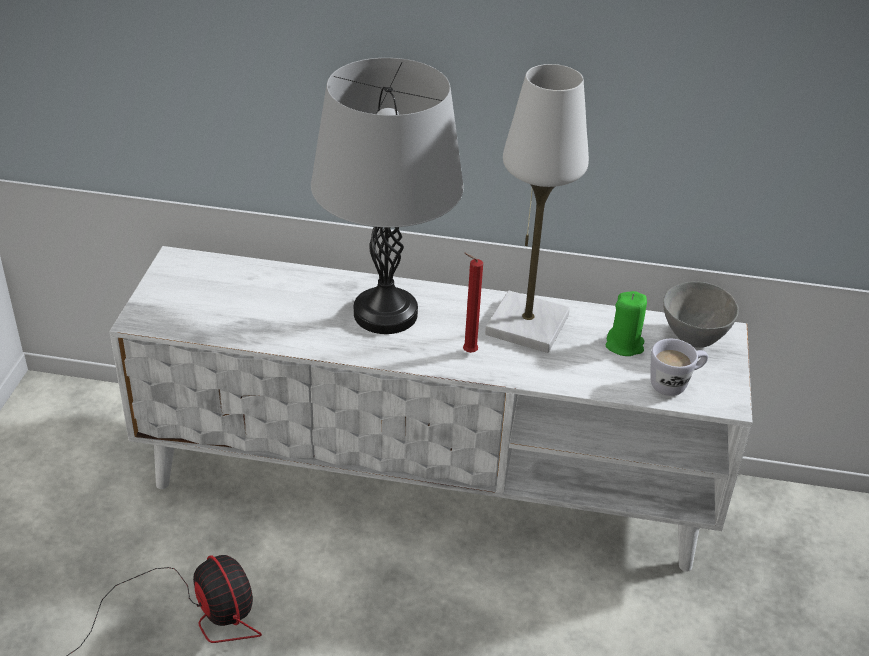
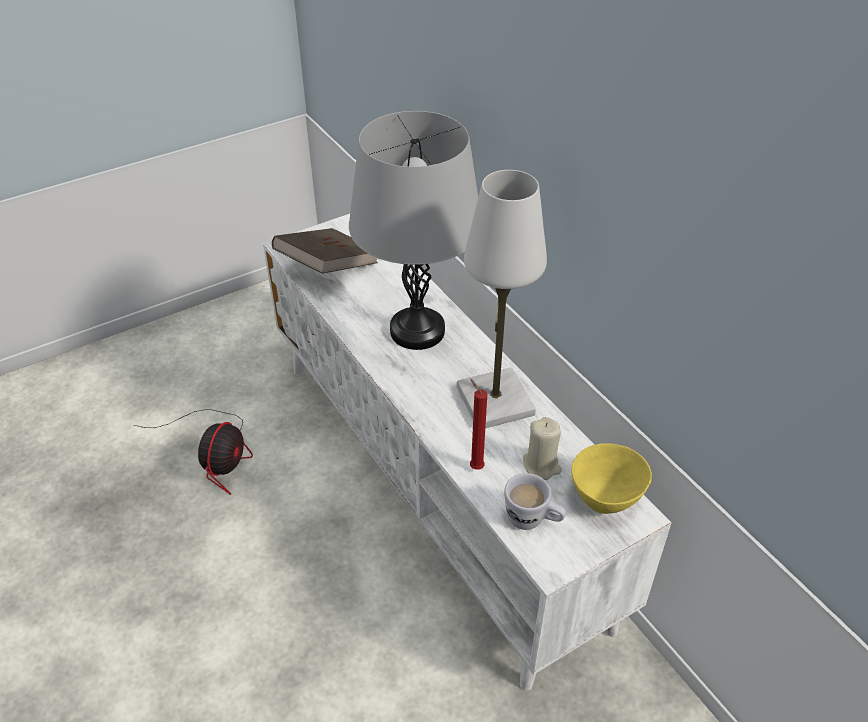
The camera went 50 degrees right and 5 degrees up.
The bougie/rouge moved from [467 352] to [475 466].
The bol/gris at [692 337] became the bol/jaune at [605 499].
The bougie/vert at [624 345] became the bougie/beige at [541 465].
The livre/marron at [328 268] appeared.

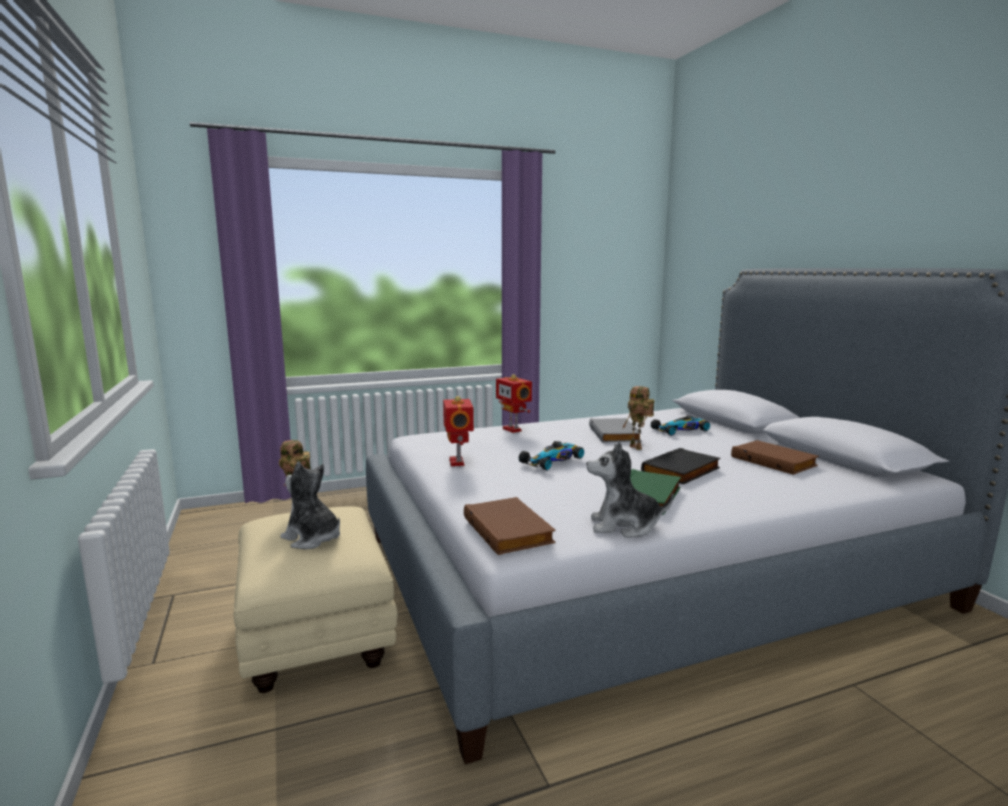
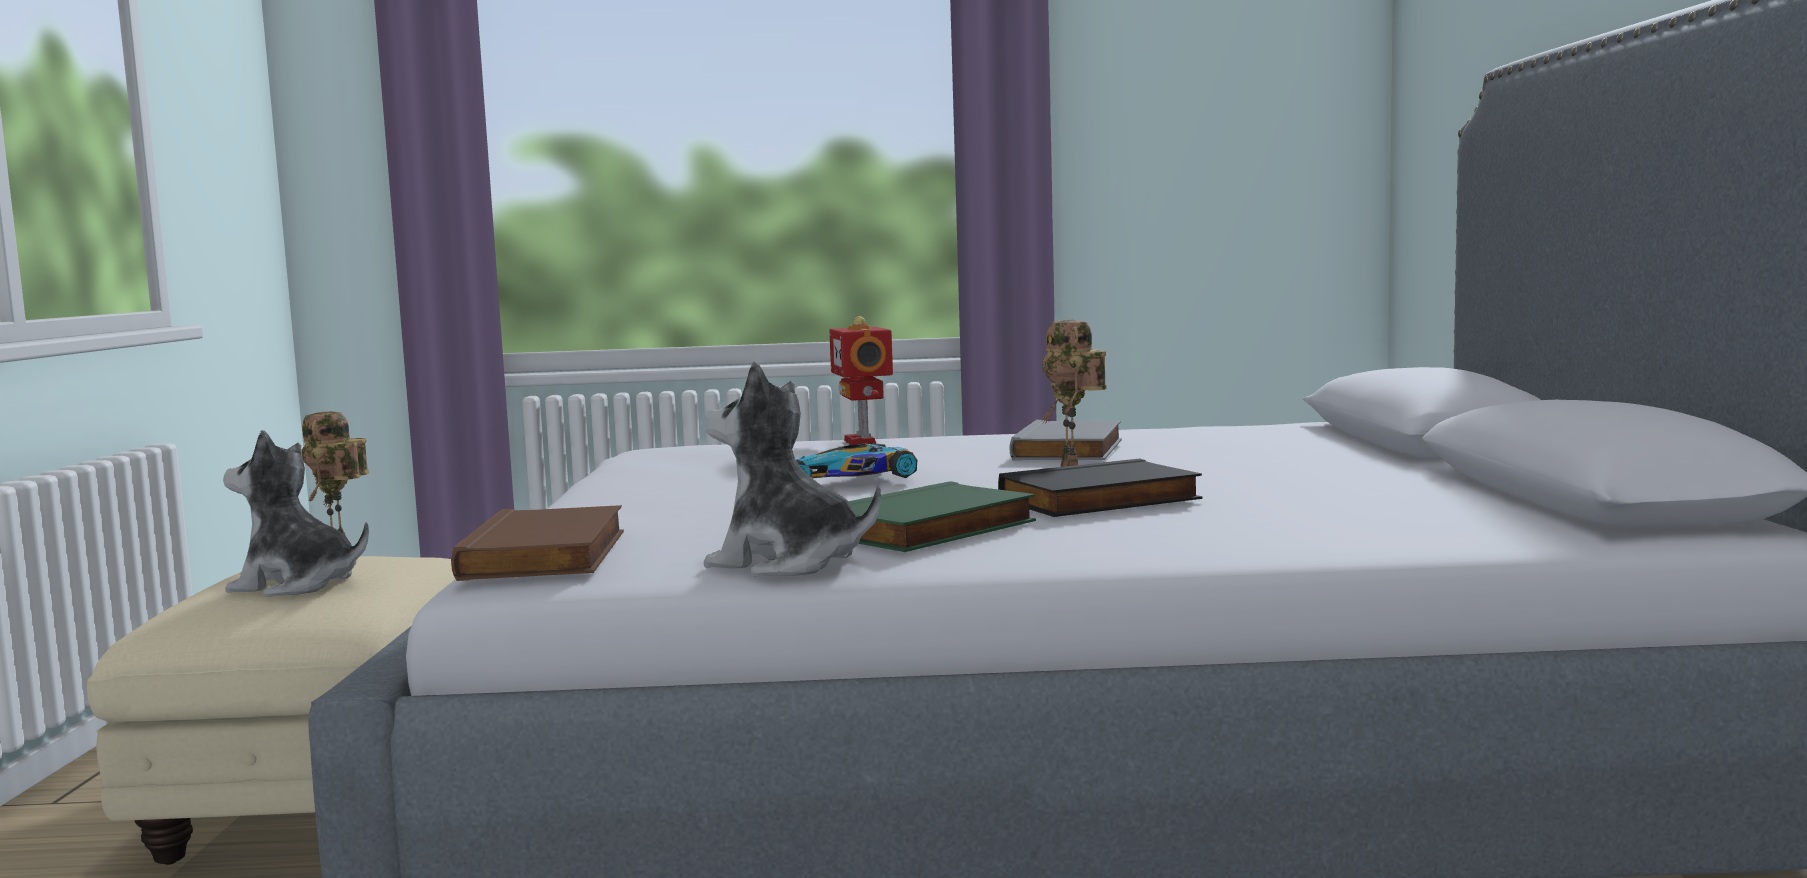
The camera went 20 degrees right and 5 degrees down.
The robot jouet at [458 462] disappeared.
The petite voiture at [681 430] disappeared.
The livre/marron at [774 461] disappeared.
The peluche at [312 539] turned 45 degrees counterclockwise.

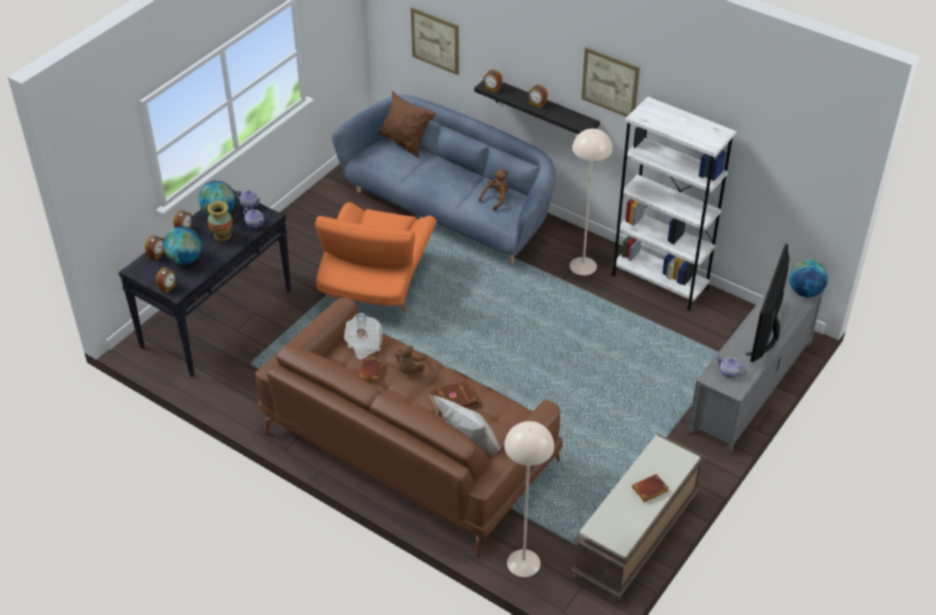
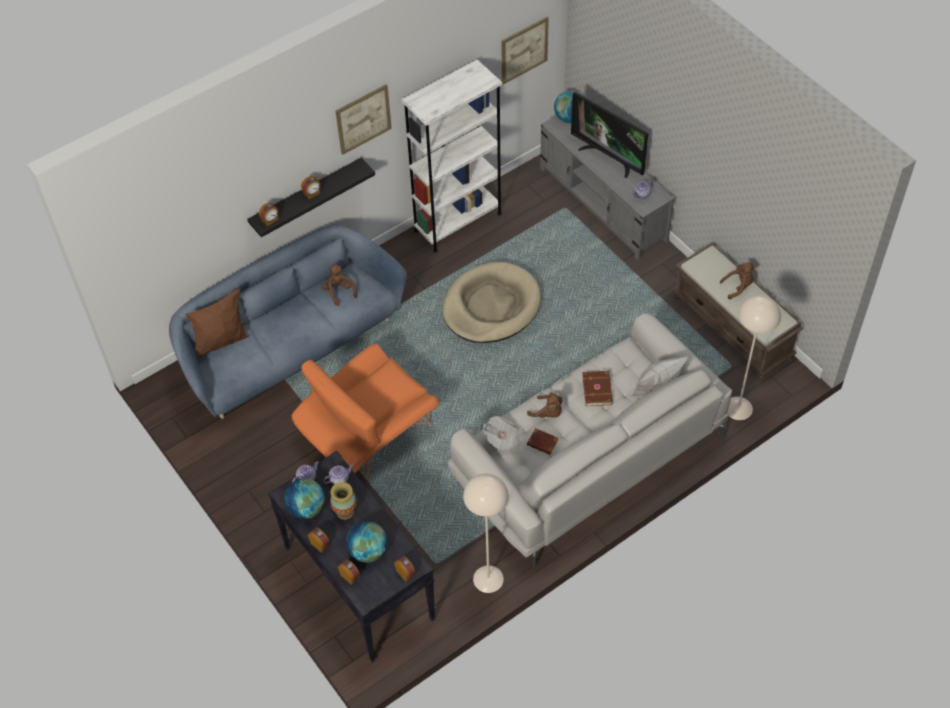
The camera went 70 degrees left and 10 degrees up.
The tableau moved from [435 41] to [524 50].
The lampadaire/beige moved from [582 266] to [488 579].
The fauteuil/orange at [377 283] turned 105 degrees clockwise.
The canapé/marron at [408 446] became the canapé/blanc at [587 457].
The livre/marron at [649 491] was replaced by the peluche/marron at [738 287].
The panier pour chien/beige at [491 306] appeared.

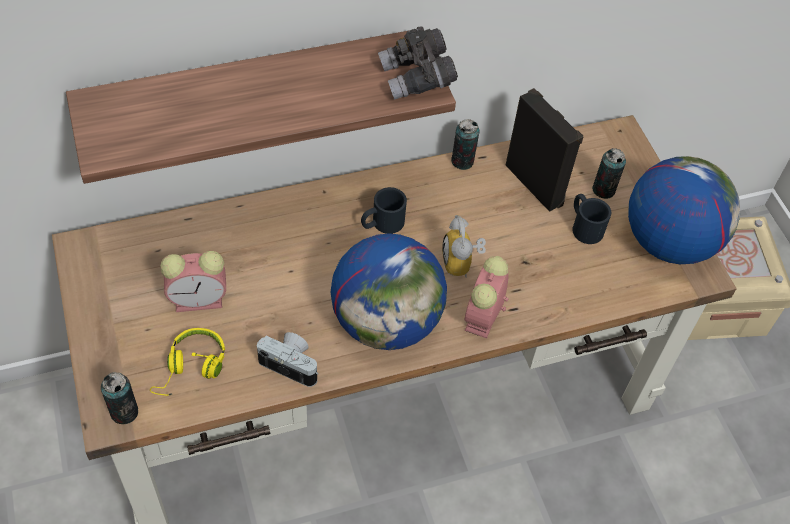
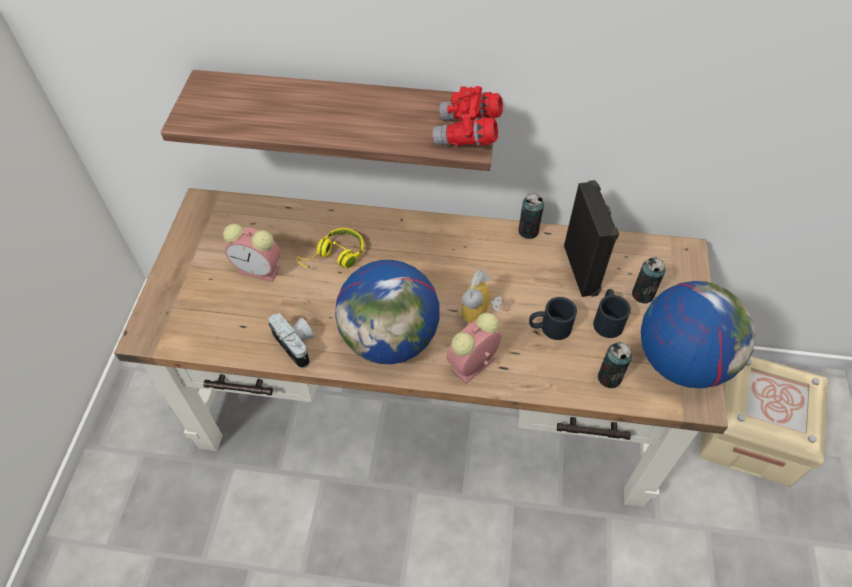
The camera went 30 degrees right and 0 degrees up.
The jumelles/gris at [417 79] became the jumelles/rouge at [468 134].
The mug/noir moved from [382 224] to [549 328].
The casque audio/jaune moved from [192 368] to [335 256].
The boîte métallique moved from [124 412] to [609 378].

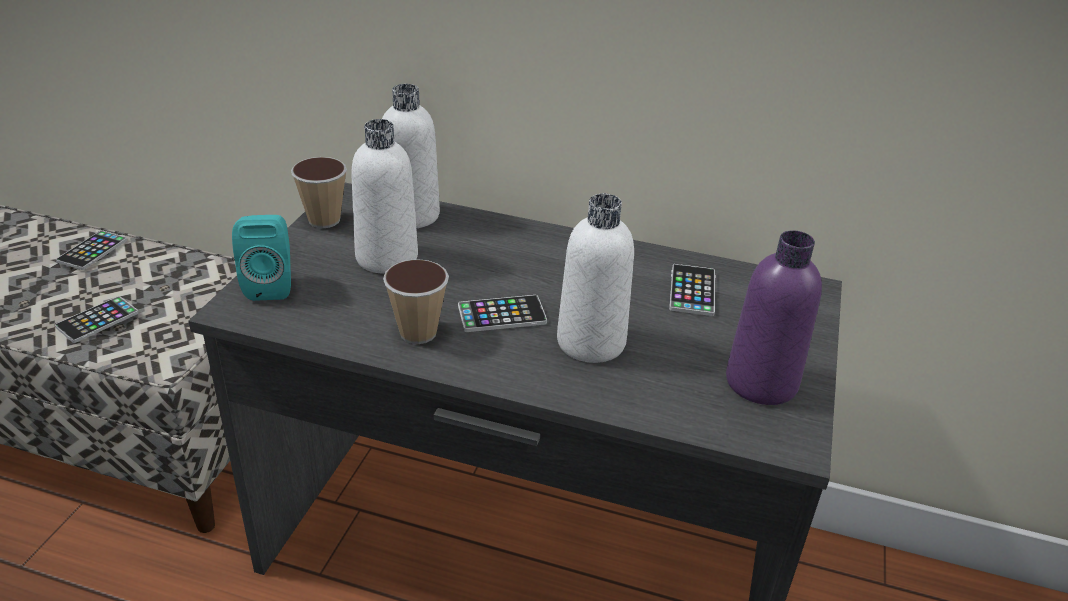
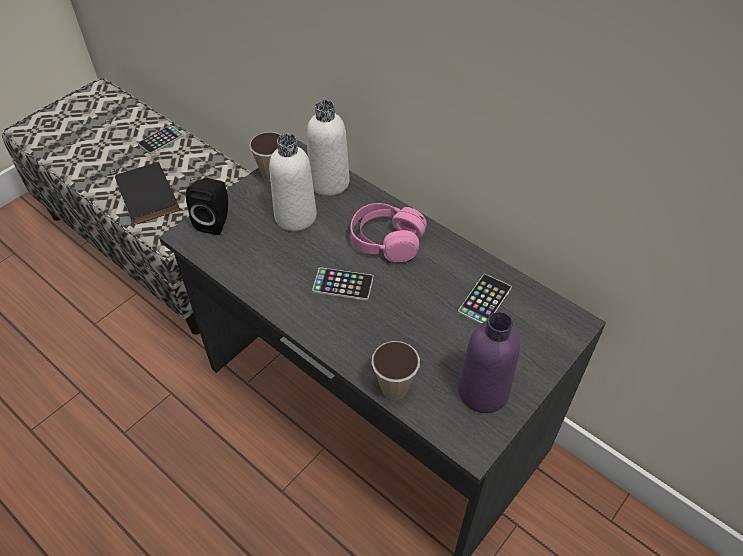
The camera went 25 degrees right and 15 degrees up.
The bouteille/blanc at [591 342] disappeared.
The enceinte/turquoise at [270 285] became the enceinte/noir at [215 221].
The tasse moved from [418 333] to [394 388].
The téléphone at [97 320] was replaced by the livre/noir at [145 196].
The casque audio/rose at [386 240] appeared.

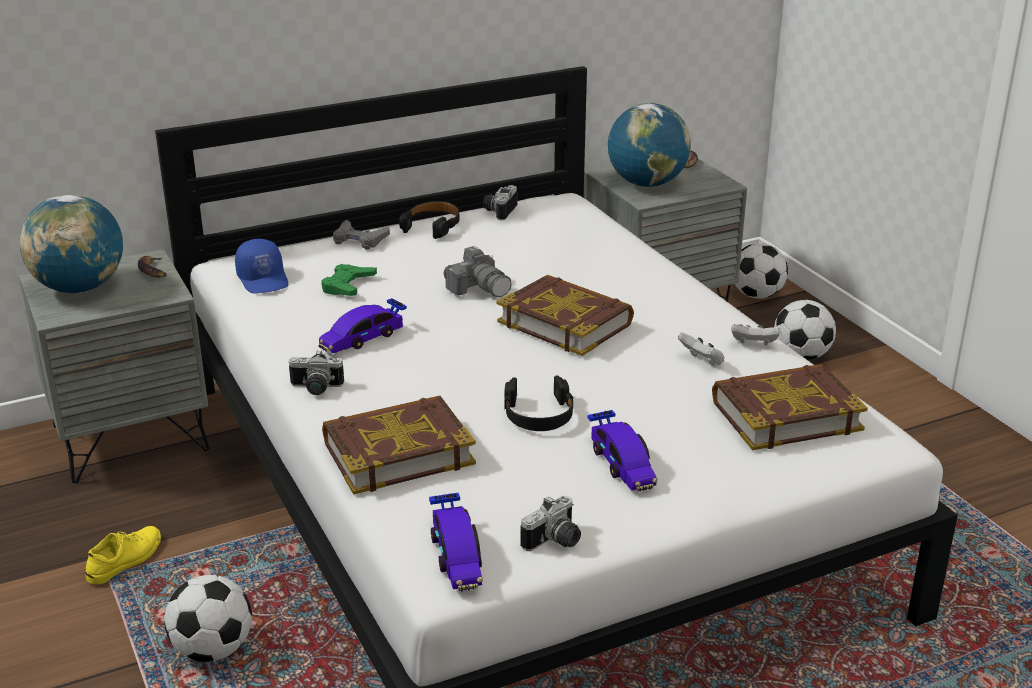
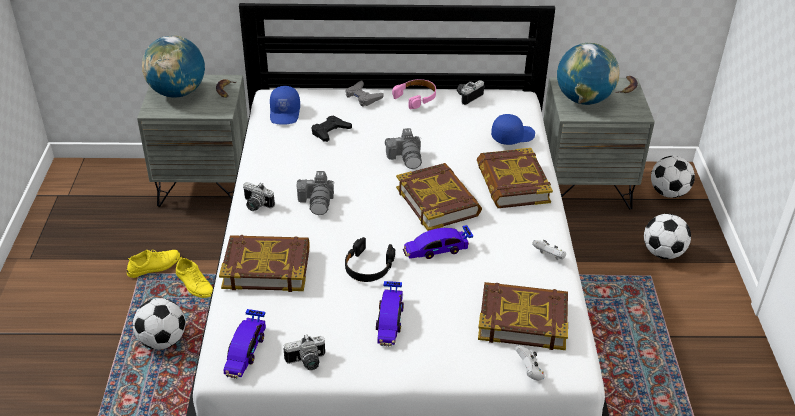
The camera went 25 degrees right and 10 degrees up.
The casque audio/noir at [432 226] became the casque audio/rose at [416 97].
The manette/vert at [348 285] became the manette/noir at [330 132].
The petite voiture moved from [363 338] to [437 249].
The manette/blanc moved from [702 361] to [529 371].
The casquette/bleu at [512 136] appeared.
The livre at [512 184] appeared.
The appareil photo at [317 201] appeared.
The chaussure/jaune at [194 284] appeared.

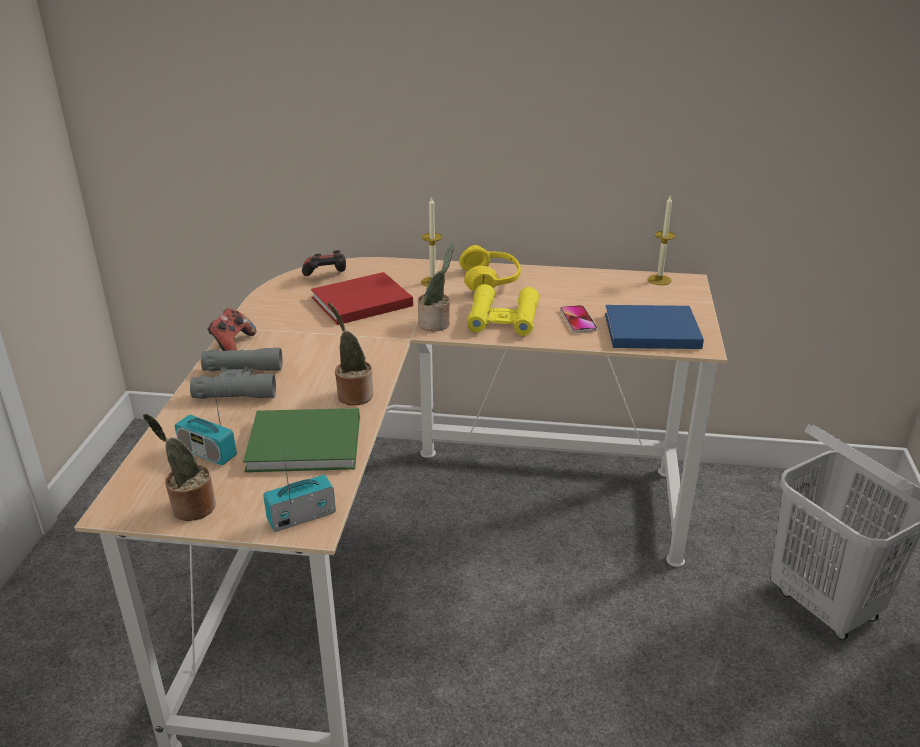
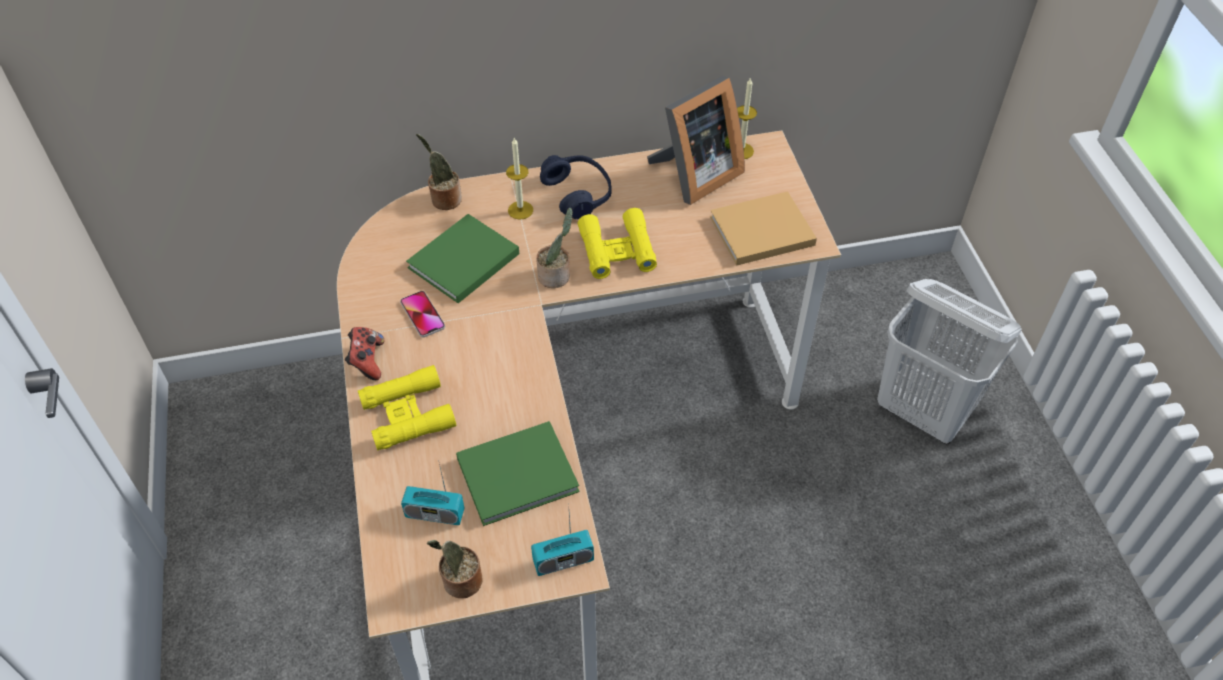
The camera went 20 degrees left and 20 degrees up.
The casque audio/jaune at [490 281] became the casque audio/bleu at [578 194].
The manette at [326 277] disappeared.
The livre/rouge at [359 302] became the livre/vert at [461 262].
The plante en pot moved from [353 395] to [444 199].
The téléphone moved from [578 320] to [422 315].
The livre/bleu at [648 330] became the livre/beige at [759 232].
The jumelles/gris at [239 383] became the jumelles/jaune at [408 414].
The radio at [301 516] turned 150 degrees counterclockwise.
The cadre photo at [694 175] appeared.

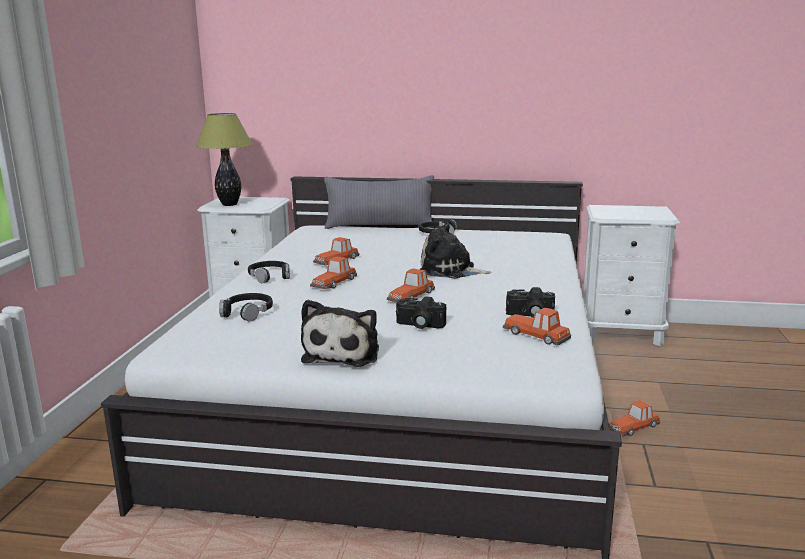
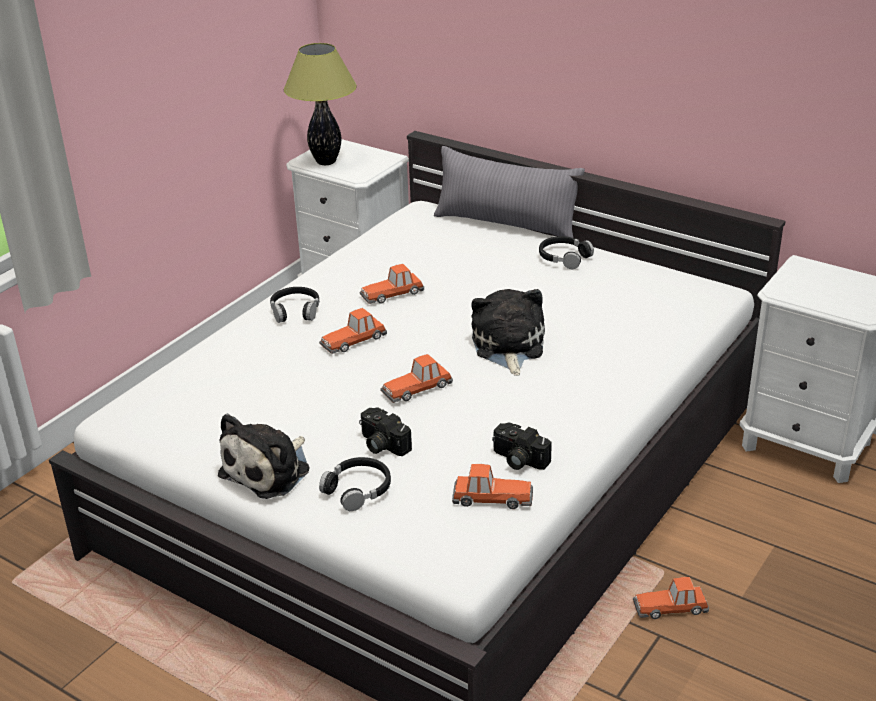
The camera went 25 degrees right and 15 degrees up.
The peluche at [450 270] turned 45 degrees clockwise.
The casque audio/noir moved from [247 312] to [358 489].
The petite voiture at [537 335] turned 120 degrees clockwise.

